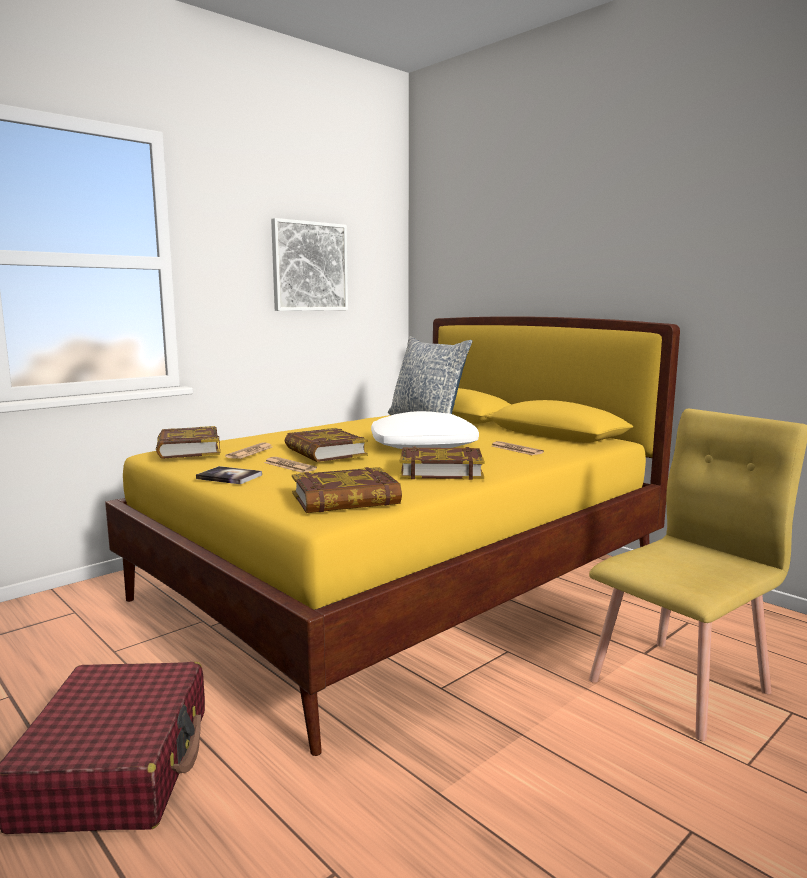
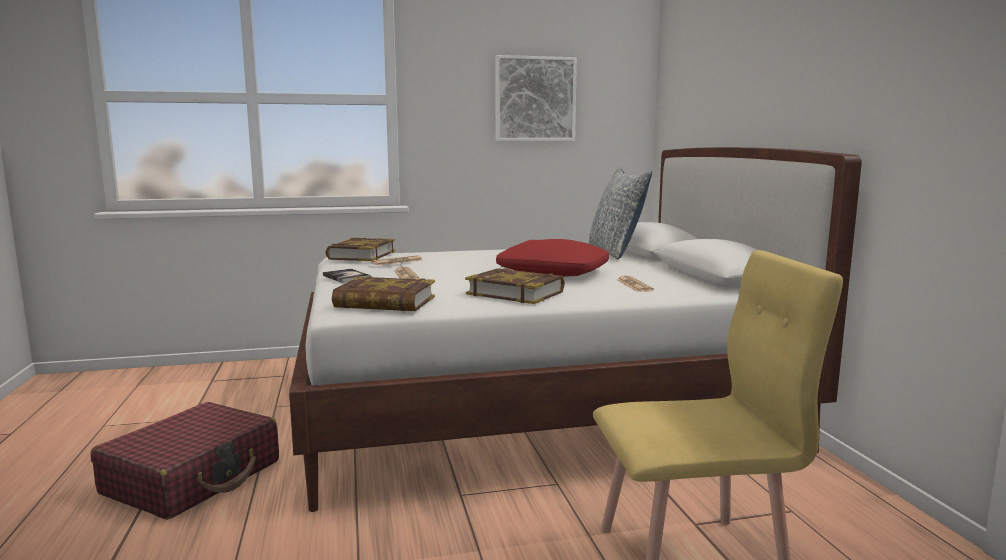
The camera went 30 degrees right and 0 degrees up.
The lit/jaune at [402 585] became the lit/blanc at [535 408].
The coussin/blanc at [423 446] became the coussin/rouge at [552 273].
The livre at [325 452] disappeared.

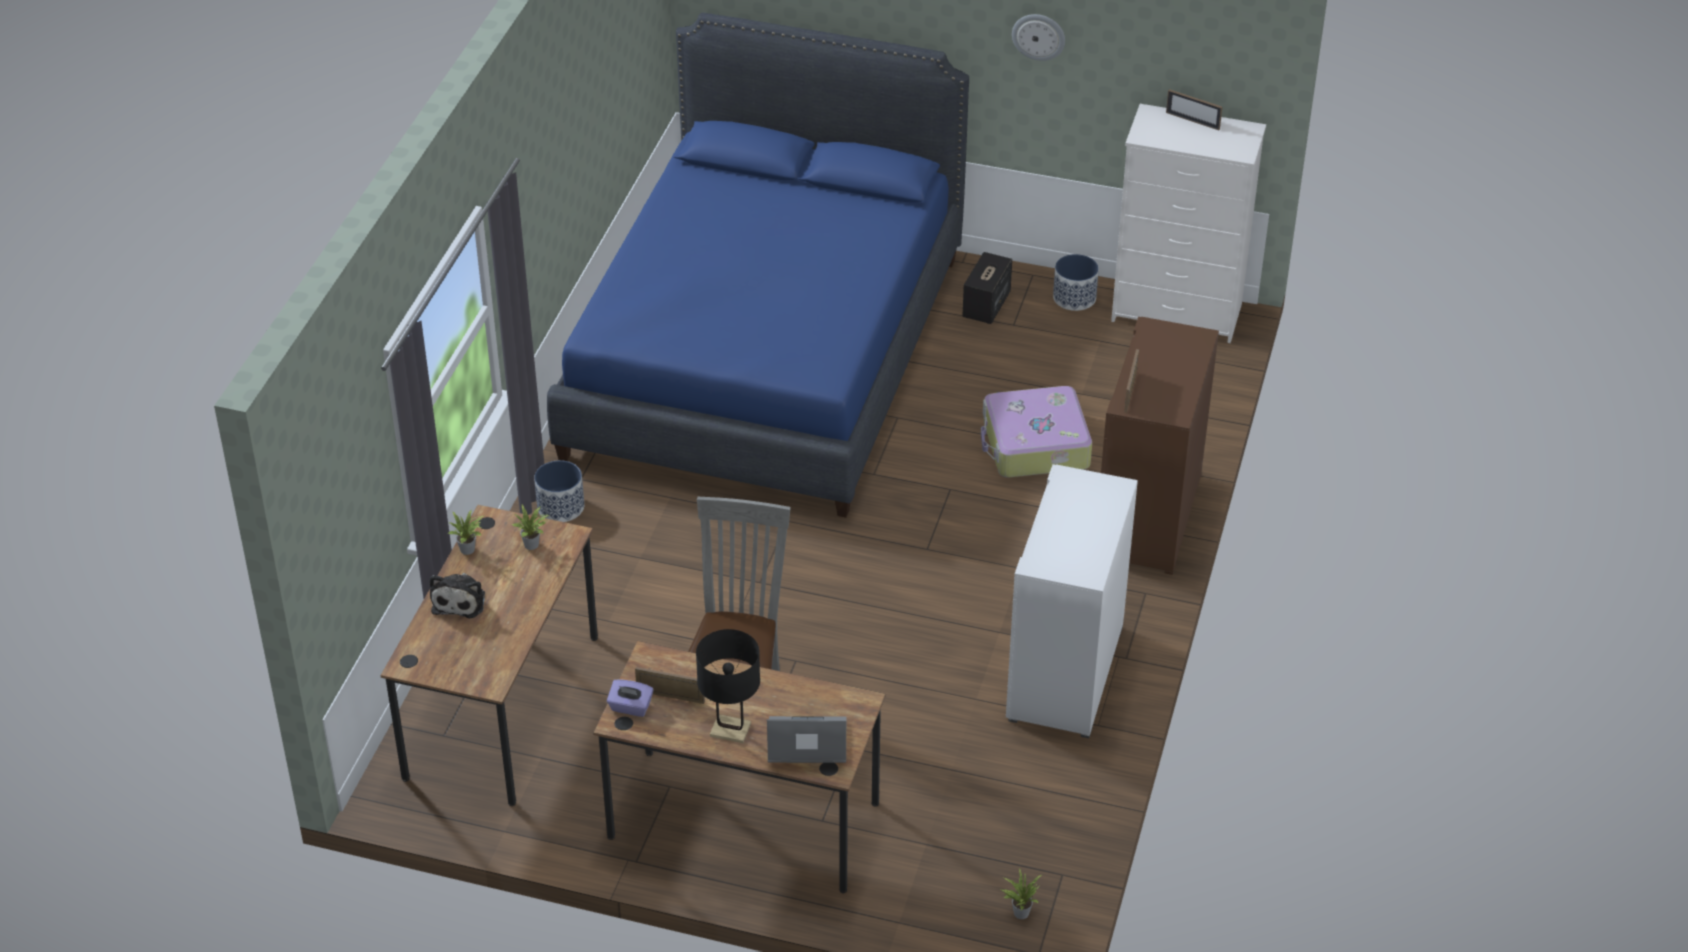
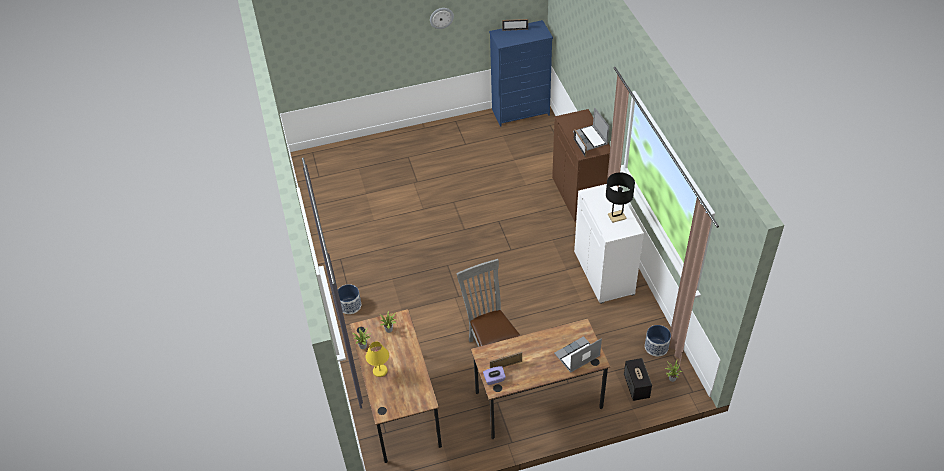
The camera went 30 degrees left and 5 degrees up.
The lit/bleu at [765 355] disappeared.
The commode/blanc at [1177 313] became the commode/bleu at [521 112].
The enceinte moved from [986 306] to [636 386].
The cache-pot moved from [1074 298] to [656 347].
The valise at [1034 445] disappeared.
The peluche at [460 600] was replaced by the lampe de table/jaune at [380 371].
The lampe de table/noir moved from [730 730] to [616 217].
The ordinateur portable at [591 138] appeared.

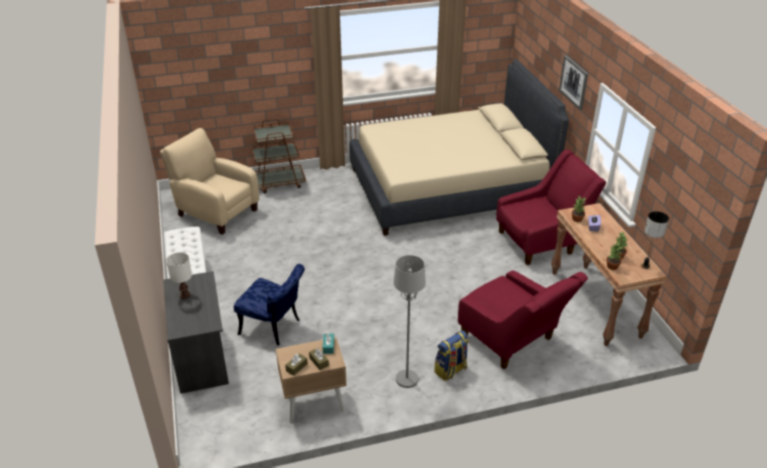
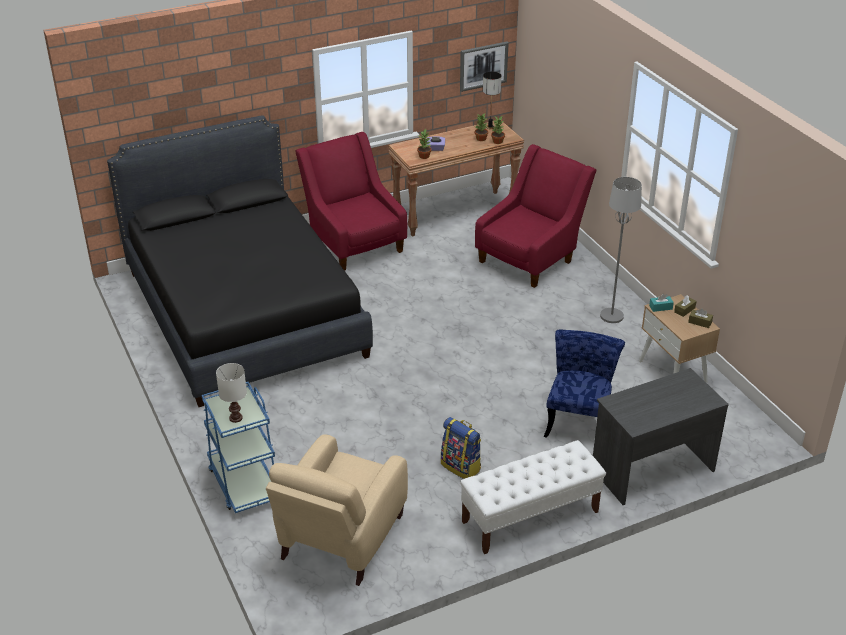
The camera went 100 degrees left and 0 degrees up.
The tableau moved from [574 82] to [483 66].
The lit/beige at [449 188] became the lit/noir at [245 313].
The chariot/marron at [278 183] became the chariot/bleu at [244 483].
The lampe de table/blanc moved from [185 295] to [235 418].
The sac à dos moved from [451 370] to [461 467].

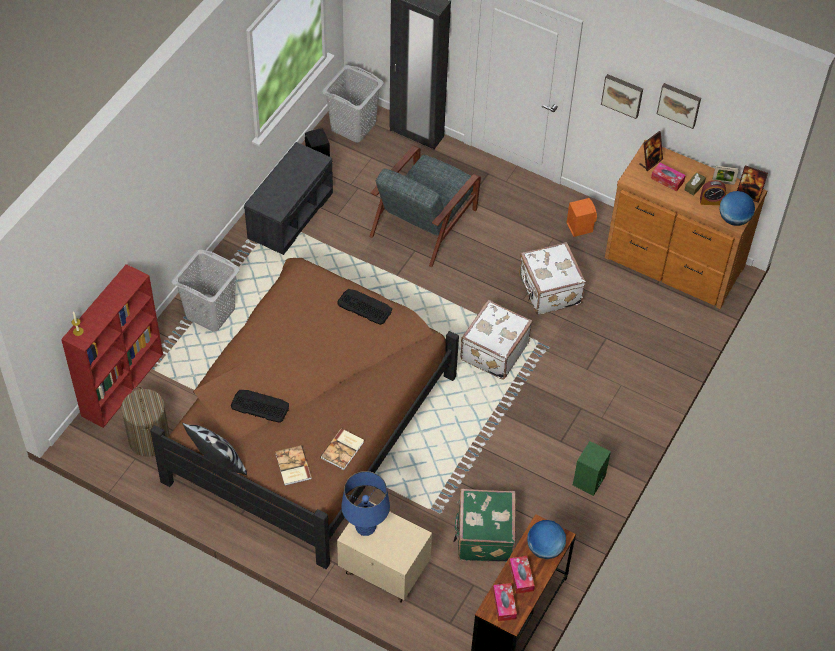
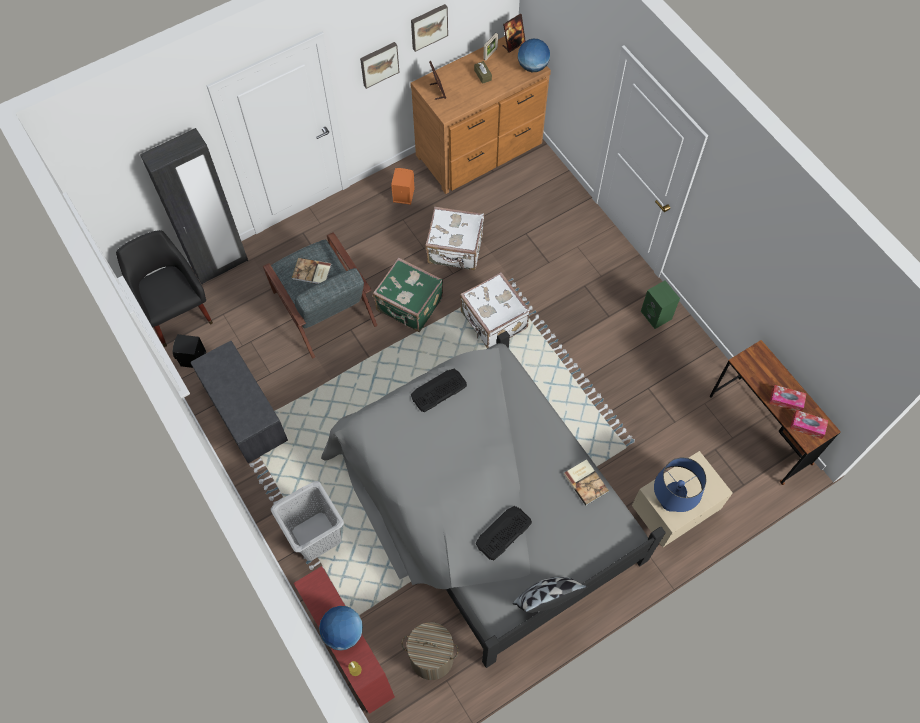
The camera went 60 degrees left and 10 degrees up.
The panier à linge/gris at [353 126] was replaced by the fauteuil/noir at [176 311].
The boîte à mouchoirs at [667 180] disappeared.
The réveil at [711 201] disappeared.
The lit/marron at [307 419] became the lit/gris at [483 503].
The livre moved from [292 467] to [312 272].
The valise/vert moved from [483 536] to [409 305].
The globe moved from [544 549] to [343 632].

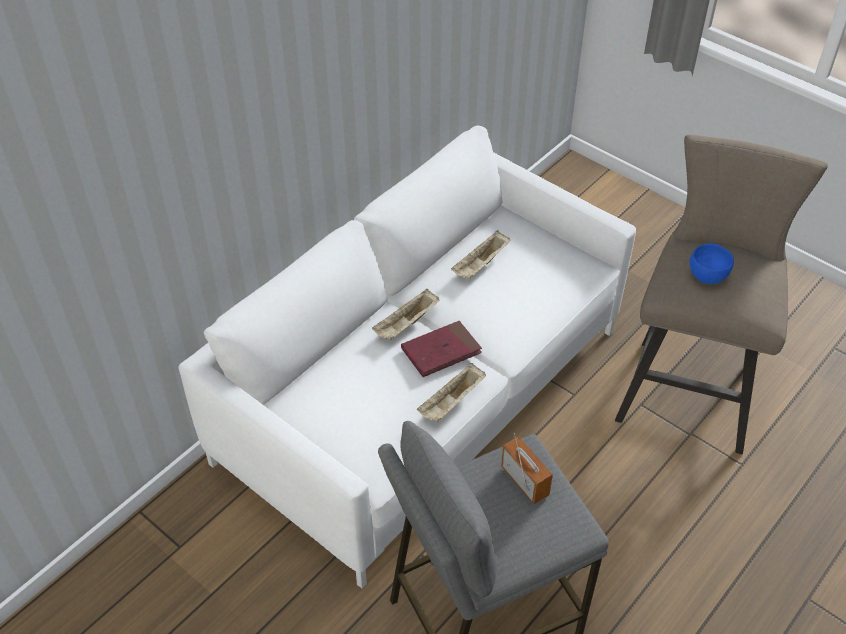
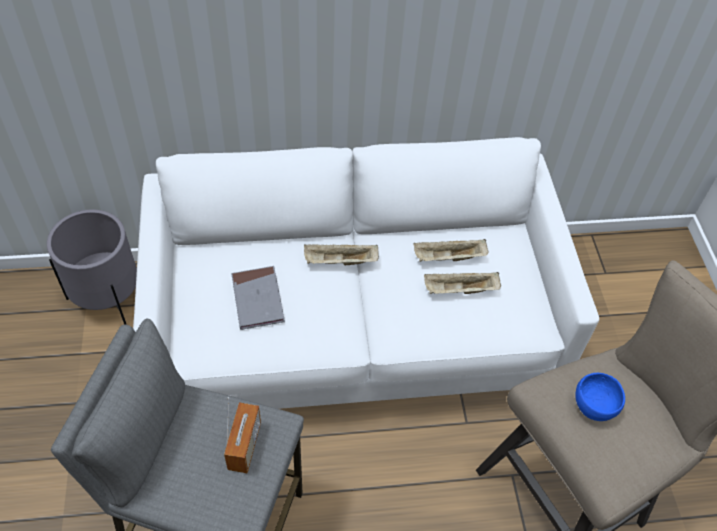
The camera went 40 degrees right and 5 degrees up.
The livre/rouge at [441 351] disappeared.
The plateau/beige moved from [452 402] to [459 290].
The cache-pot/gris at [107 296] appeared.
The livre/gris at [257 299] appeared.

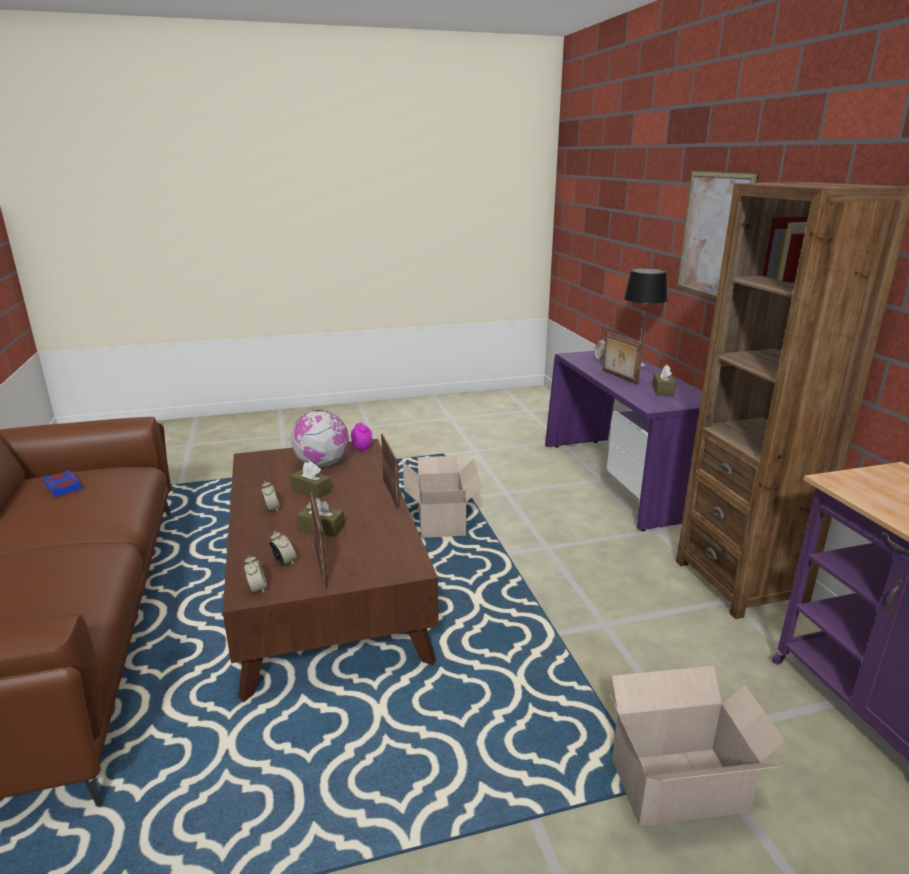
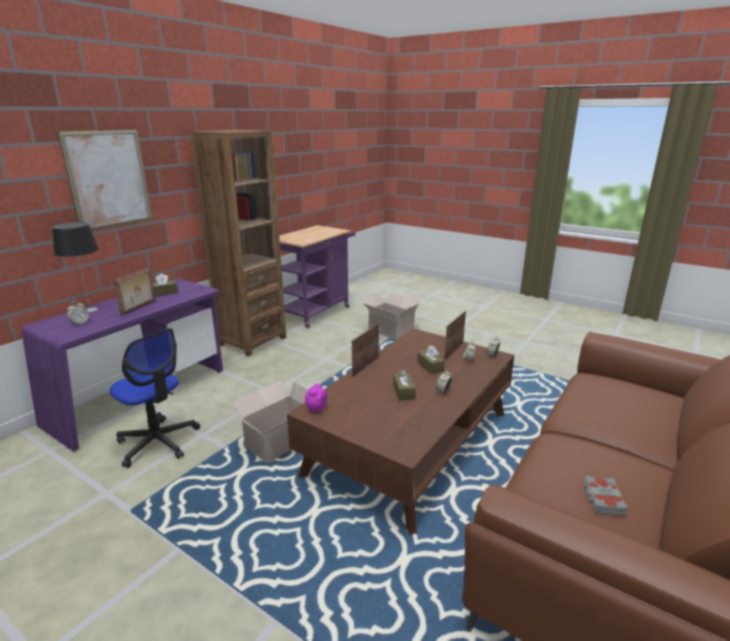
The camera went 130 degrees left and 0 degrees up.
The globe at [322 464] disappeared.
The livre/bleu at [64 487] became the livre/gris at [603 499].
The chaise de bureau at [158 442] appeared.

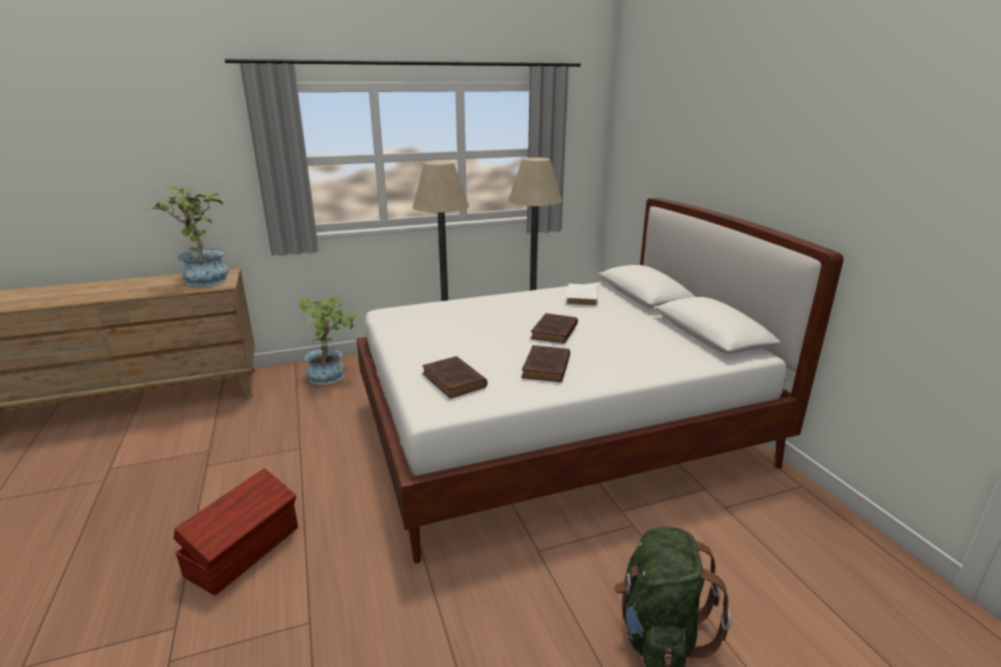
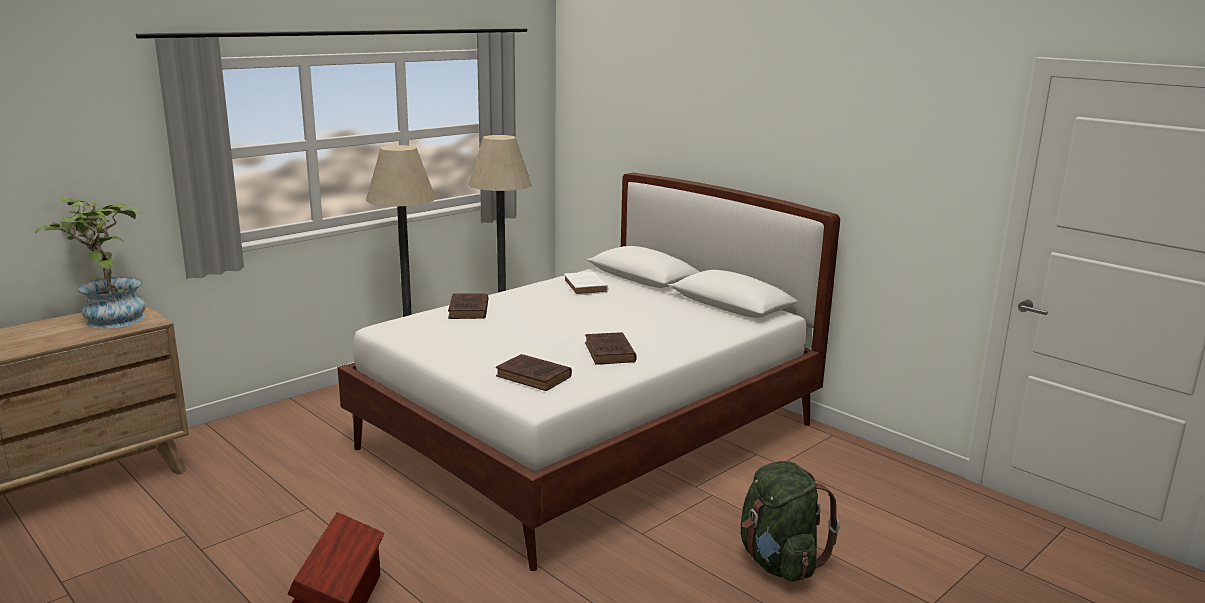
The camera went 25 degrees left and 5 degrees down.
The plante en pot at [332 375] disappeared.
The livre/marron moved from [554 332] to [468 310].

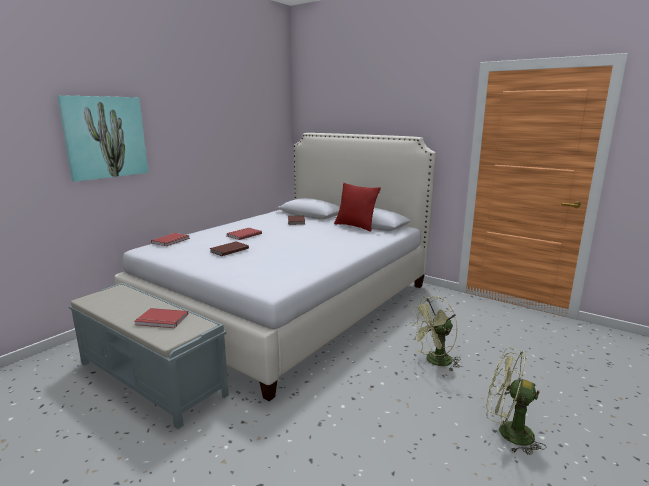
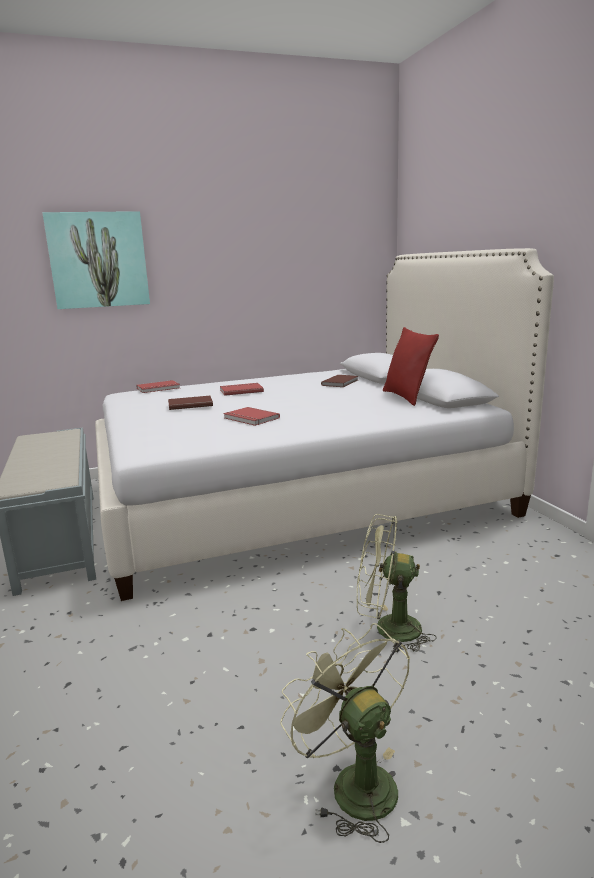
The camera went 35 degrees right and 0 degrees up.
The livre/rouge moved from [161 320] to [250 418].

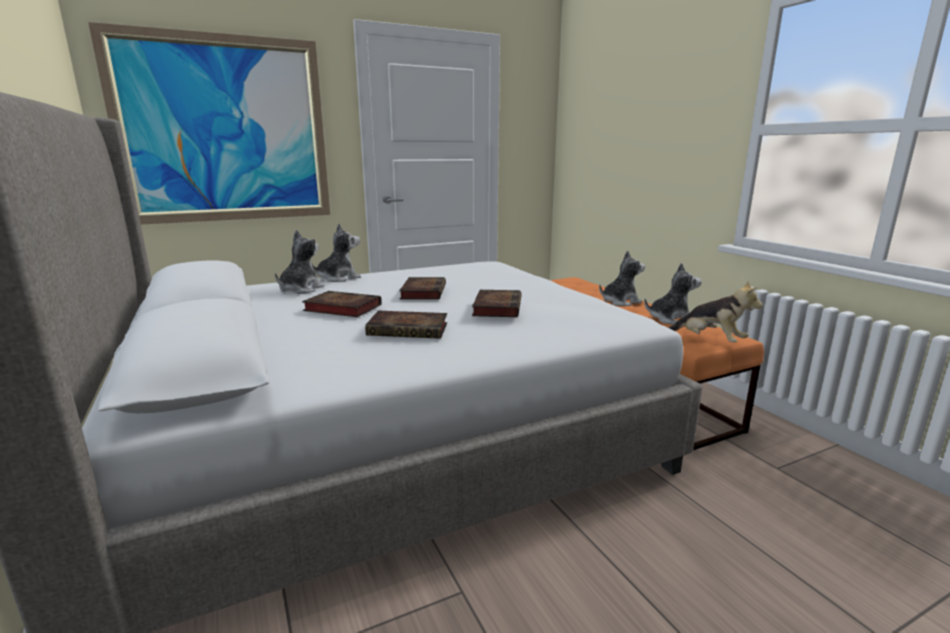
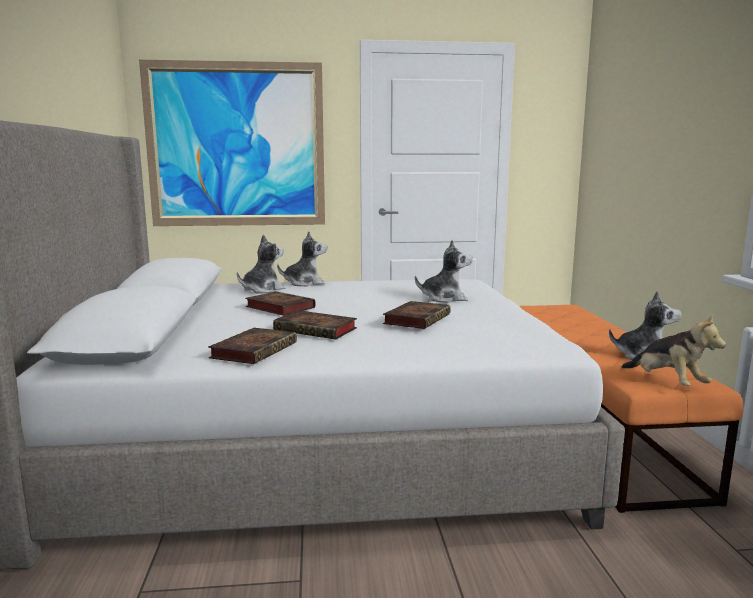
The camera went 20 degrees right and 5 degrees down.
The peluche moved from [620 302] to [444 298].
The livre moved from [423 292] to [255 350].

